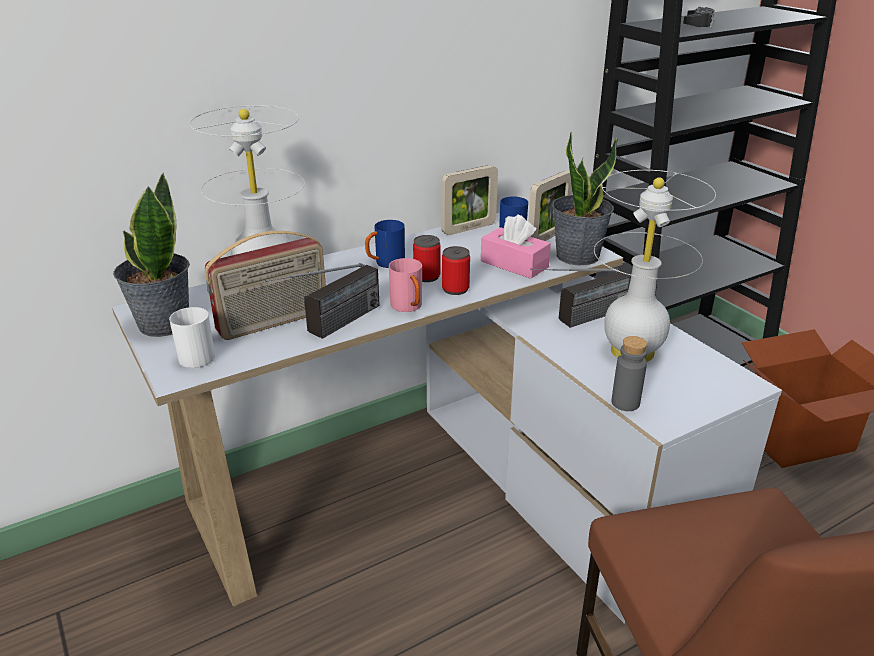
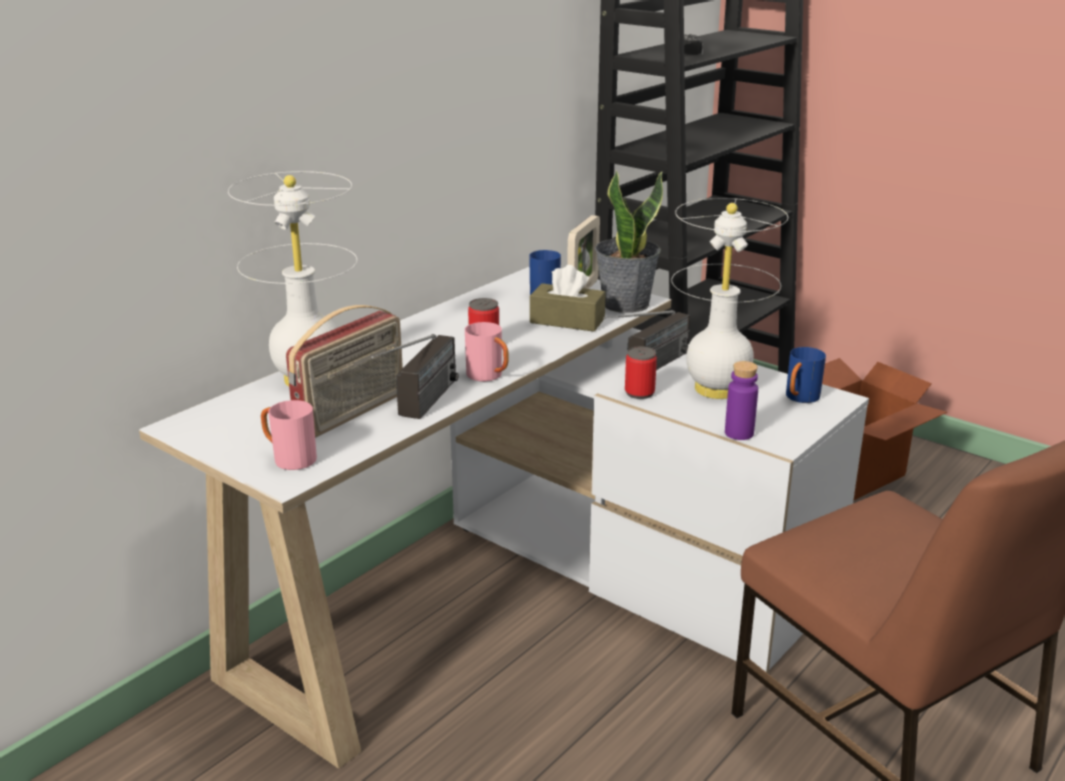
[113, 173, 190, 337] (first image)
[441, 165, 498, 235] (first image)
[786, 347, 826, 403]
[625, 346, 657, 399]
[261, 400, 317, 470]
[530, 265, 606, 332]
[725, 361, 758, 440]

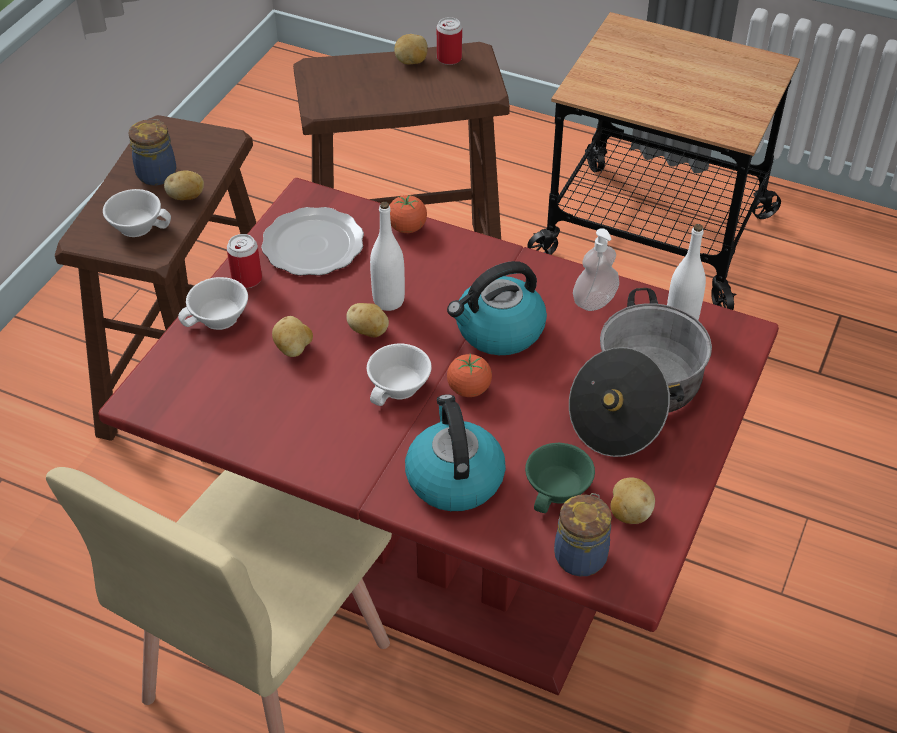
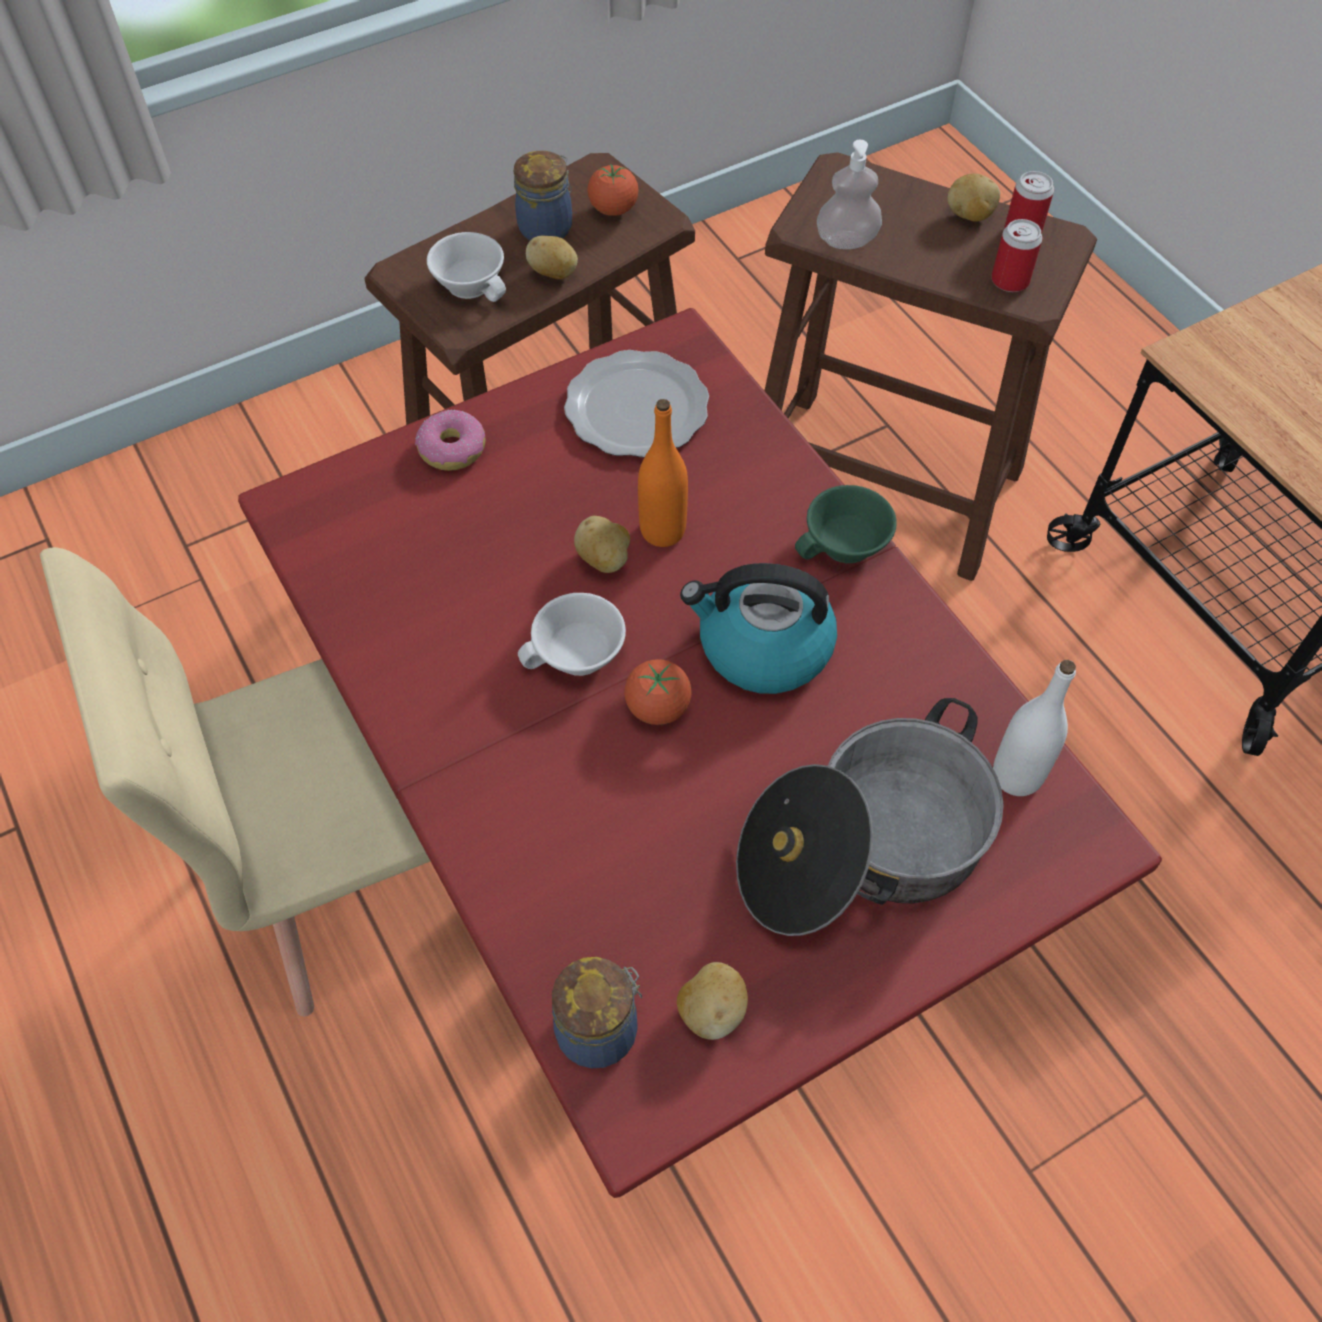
[272, 316, 313, 357] (first image)
[405, 394, 506, 511] (first image)
[991, 219, 1042, 292]
[587, 164, 639, 216]
[795, 485, 897, 563]
[817, 140, 882, 249]
[415, 410, 486, 471]
[638, 399, 688, 547]

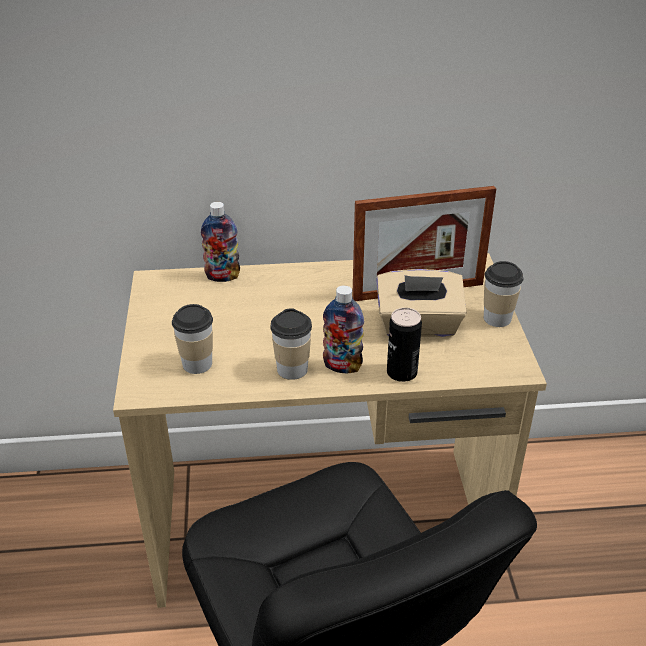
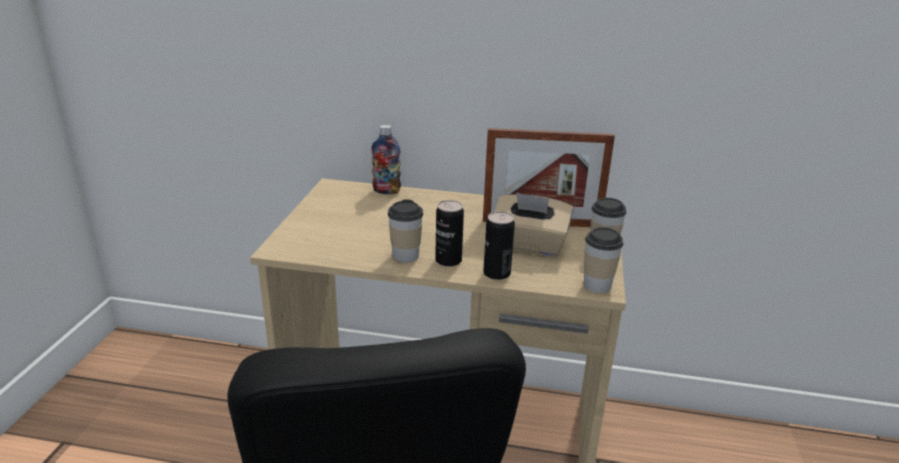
[584, 227, 623, 293]
[435, 200, 464, 267]

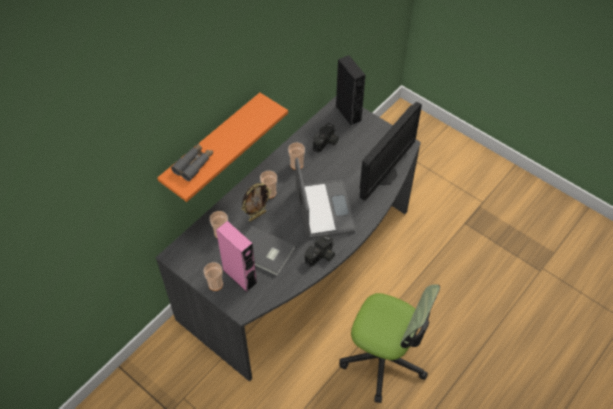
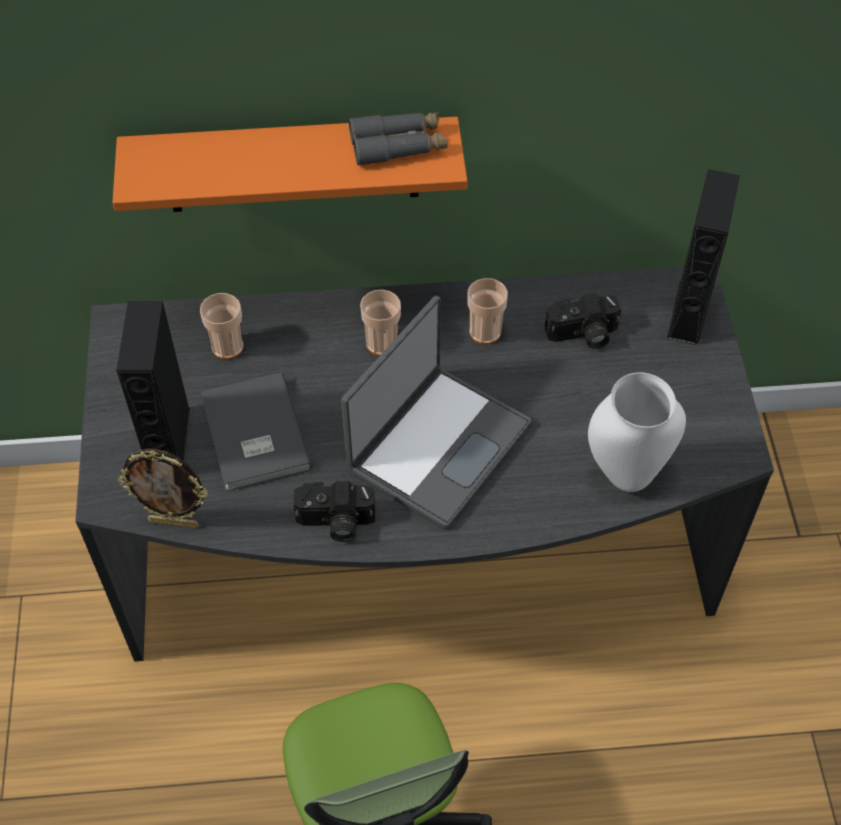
[204, 262, 223, 291] (first image)
[349, 112, 448, 166]
[117, 448, 208, 528]
[588, 372, 686, 492]
[116, 301, 190, 461]

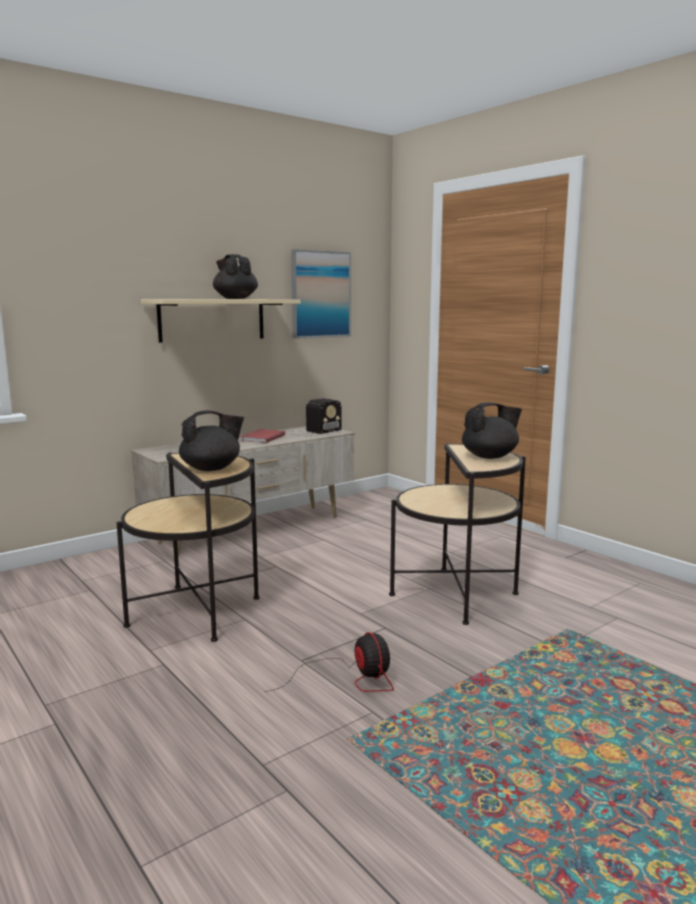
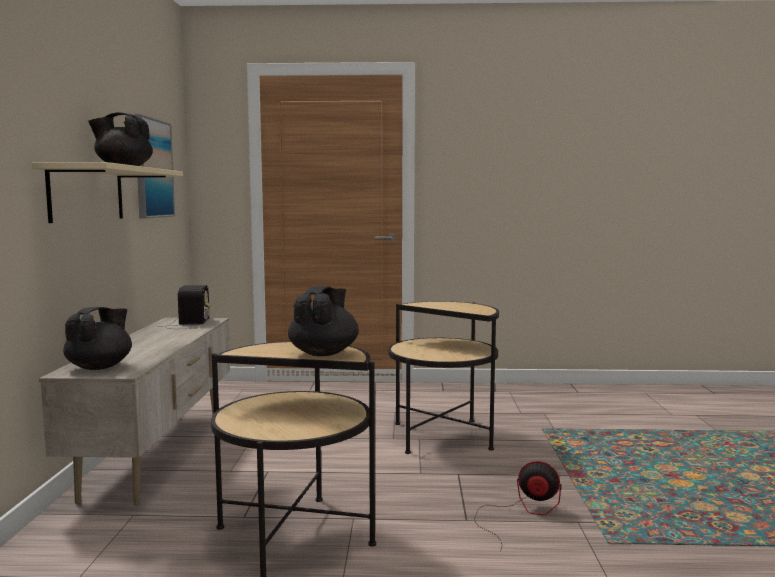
[239, 429, 285, 443] (first image)
[63, 307, 132, 370]

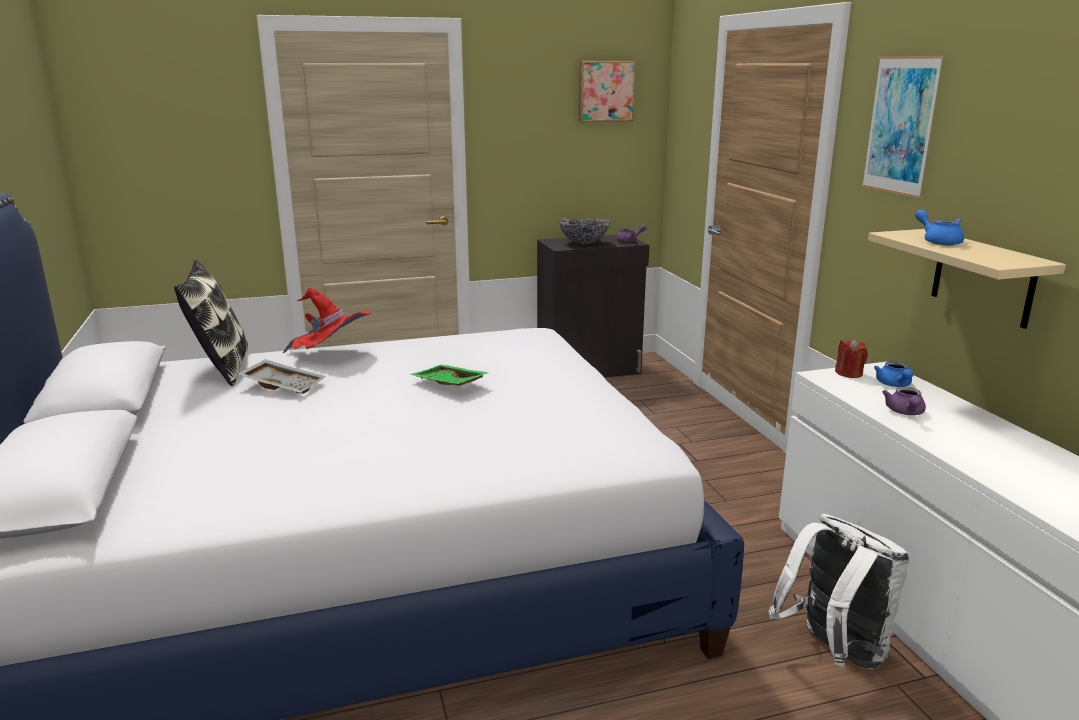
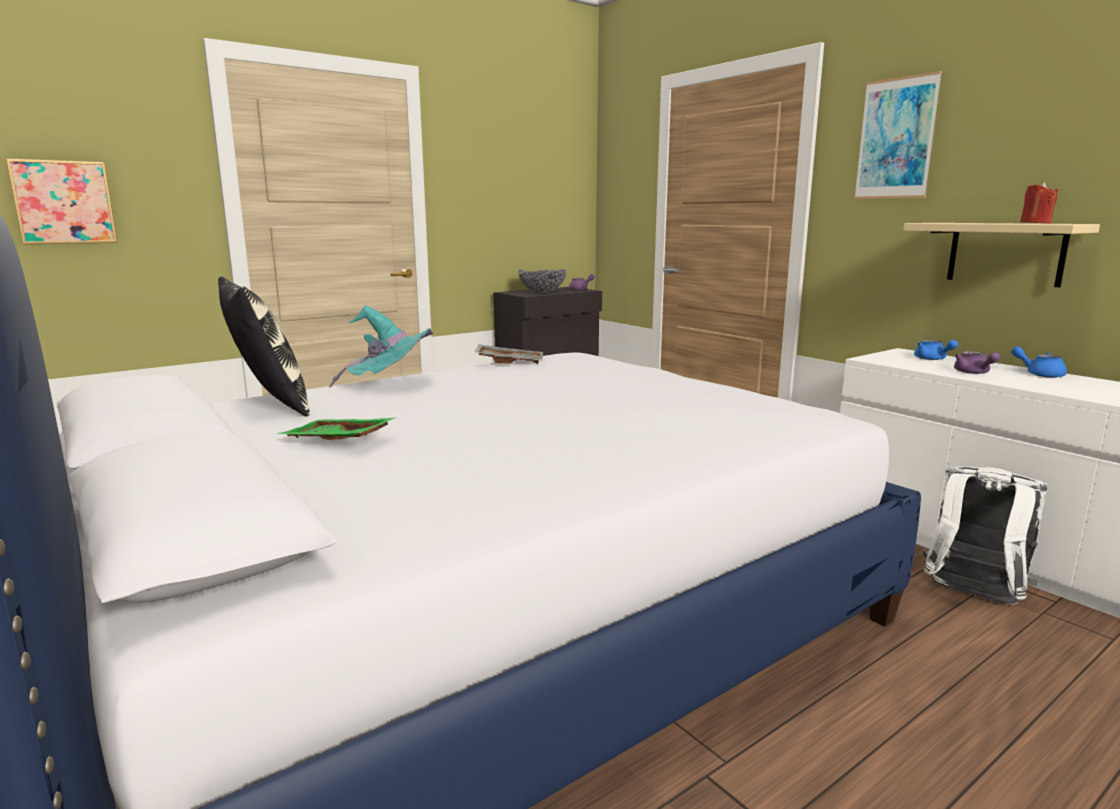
[474, 344, 543, 364]
[277, 418, 395, 440]
[6, 158, 117, 245]
[1020, 182, 1058, 223]
[1011, 346, 1067, 378]
[329, 305, 433, 387]

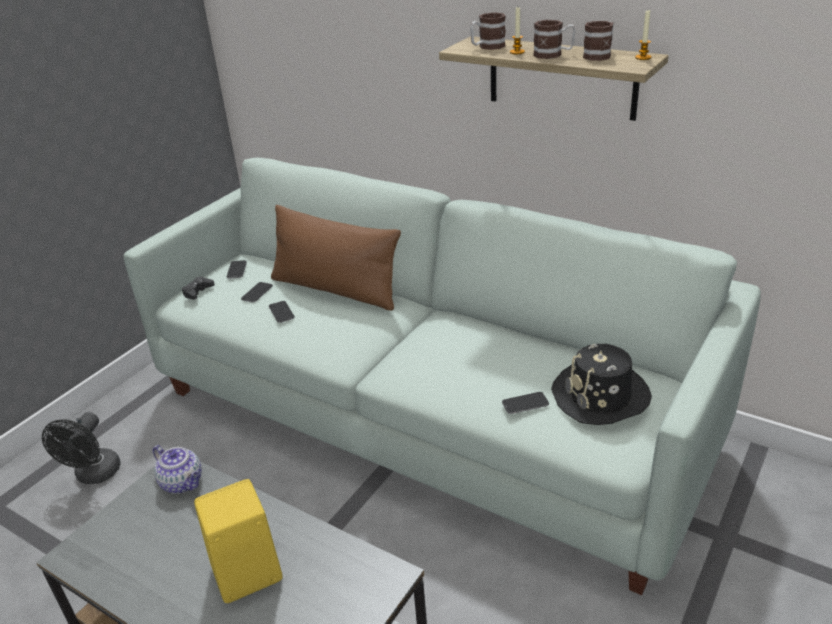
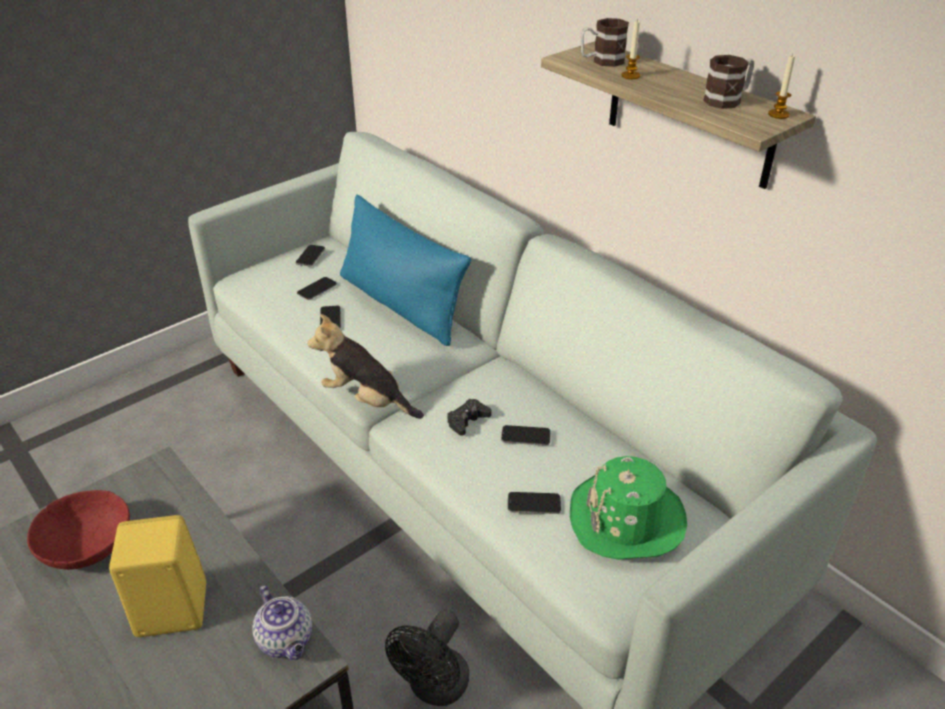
[533, 20, 576, 59] (first image)
[27, 490, 130, 570]
[307, 314, 424, 419]
[501, 425, 550, 446]
[385, 609, 469, 706]
[252, 585, 312, 660]
[447, 399, 492, 436]
[340, 195, 471, 346]
[570, 456, 687, 560]

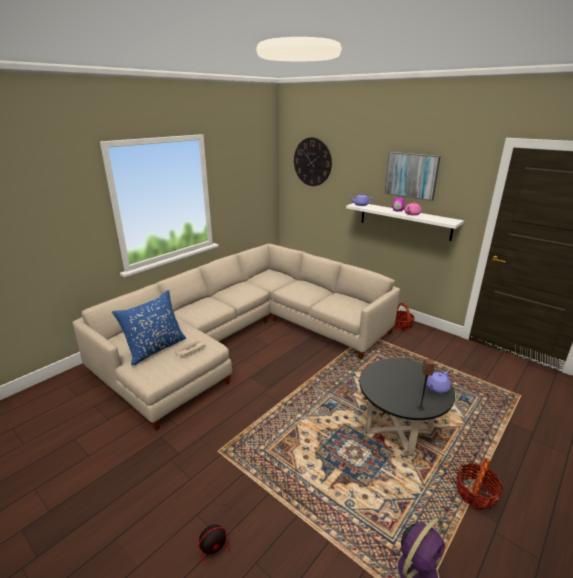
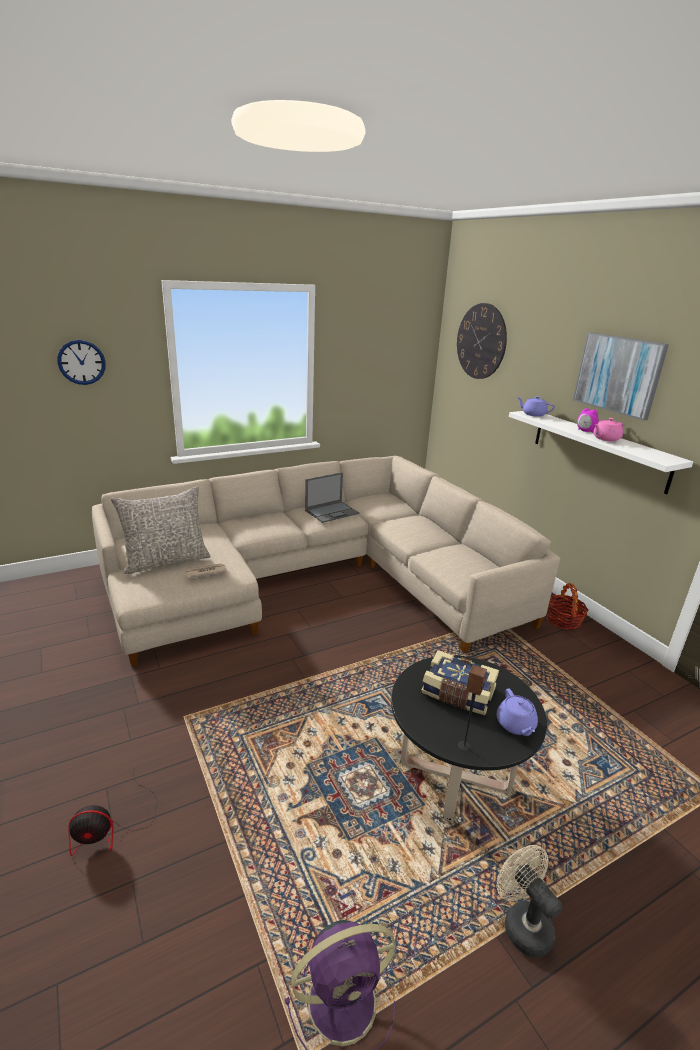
[57, 340, 106, 385]
[305, 472, 359, 523]
[421, 650, 499, 715]
[496, 845, 562, 957]
[111, 486, 211, 574]
[497, 689, 538, 736]

